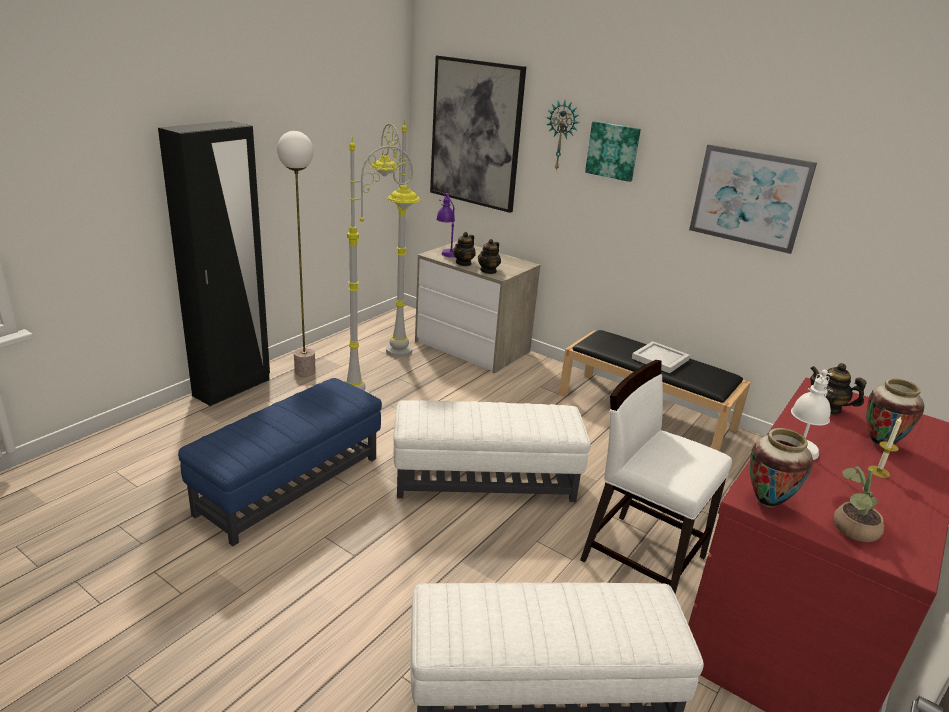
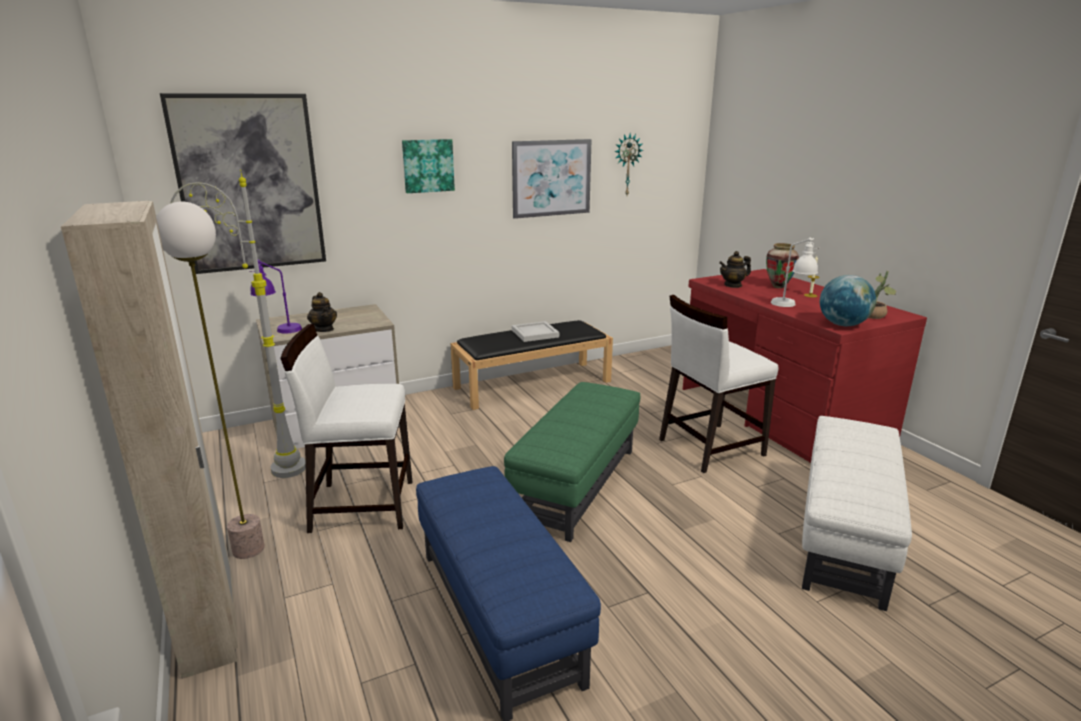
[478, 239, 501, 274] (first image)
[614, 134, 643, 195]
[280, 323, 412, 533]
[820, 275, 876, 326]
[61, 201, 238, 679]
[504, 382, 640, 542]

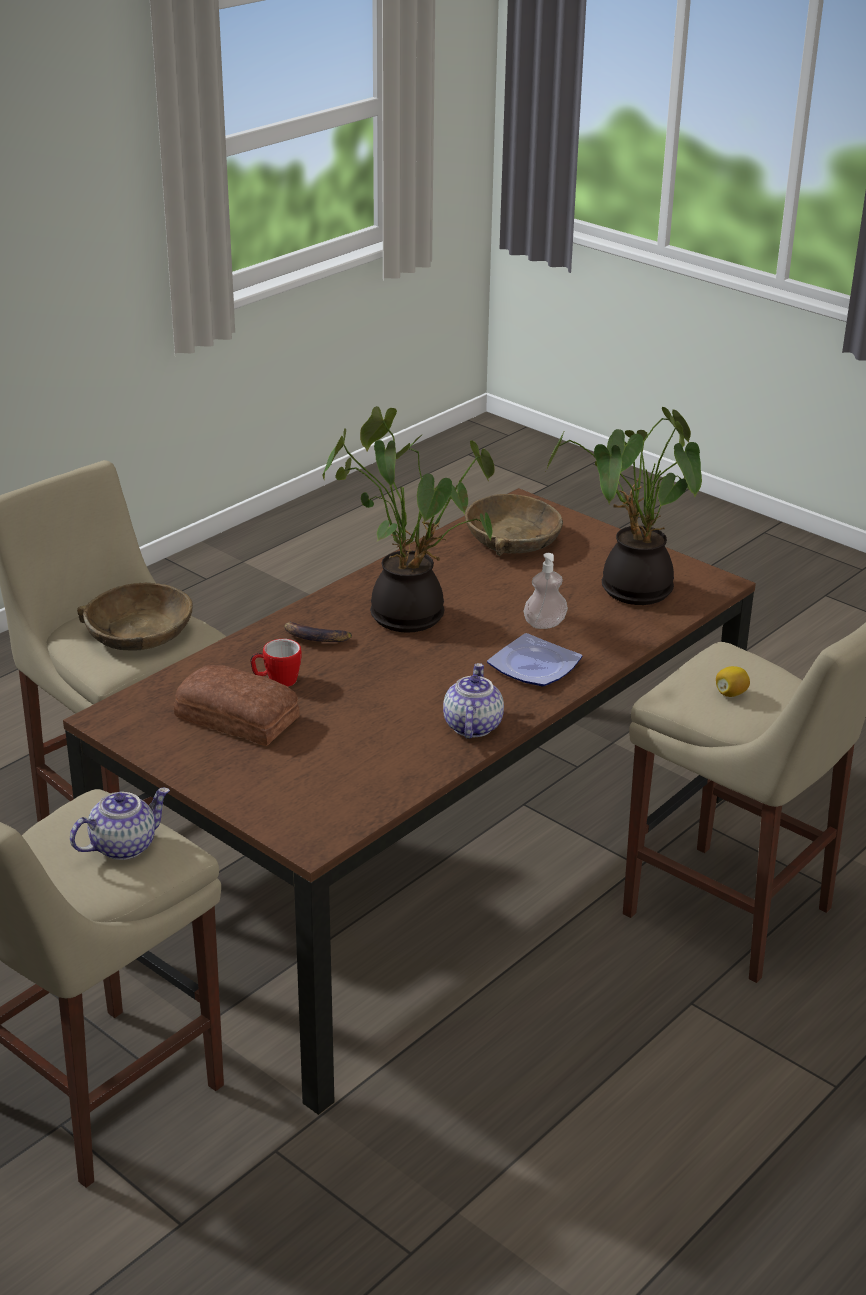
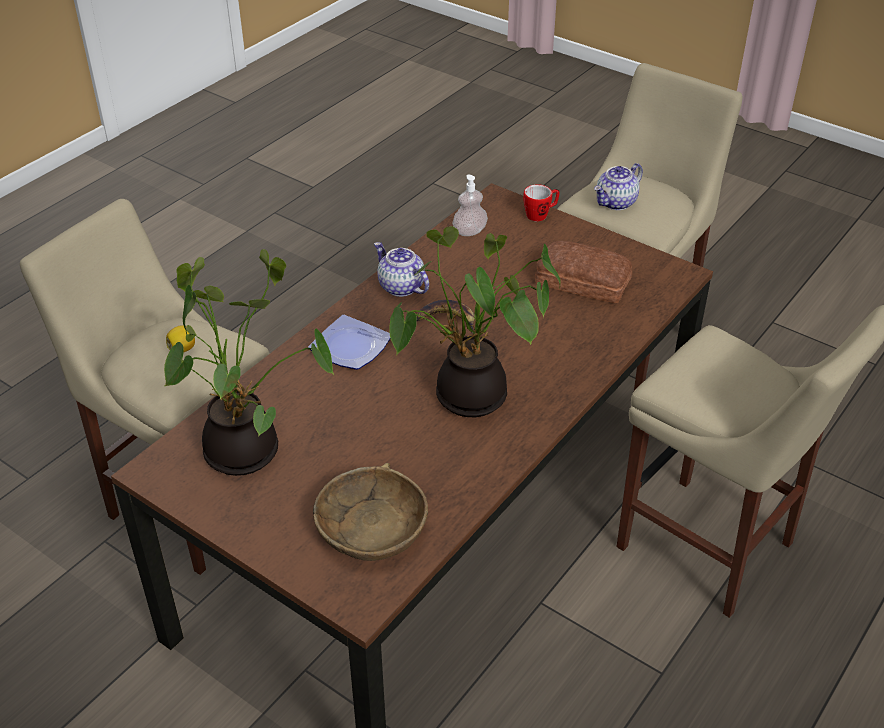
[77, 583, 193, 650] (first image)
[523, 184, 559, 221]
[416, 300, 475, 334]
[453, 174, 488, 236]
[374, 242, 429, 297]

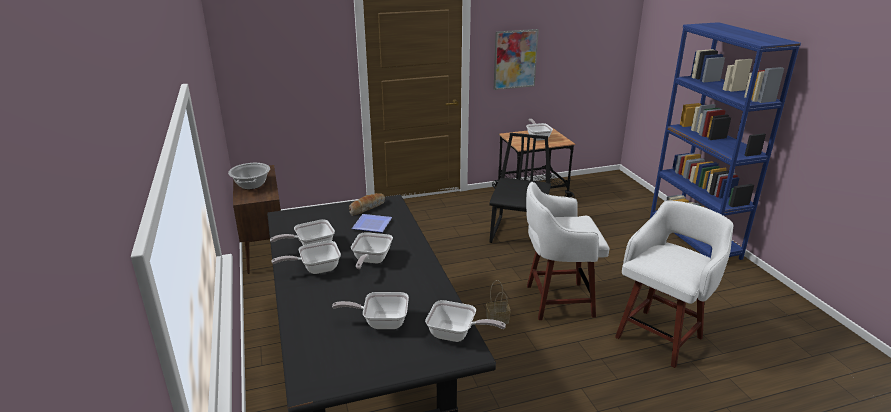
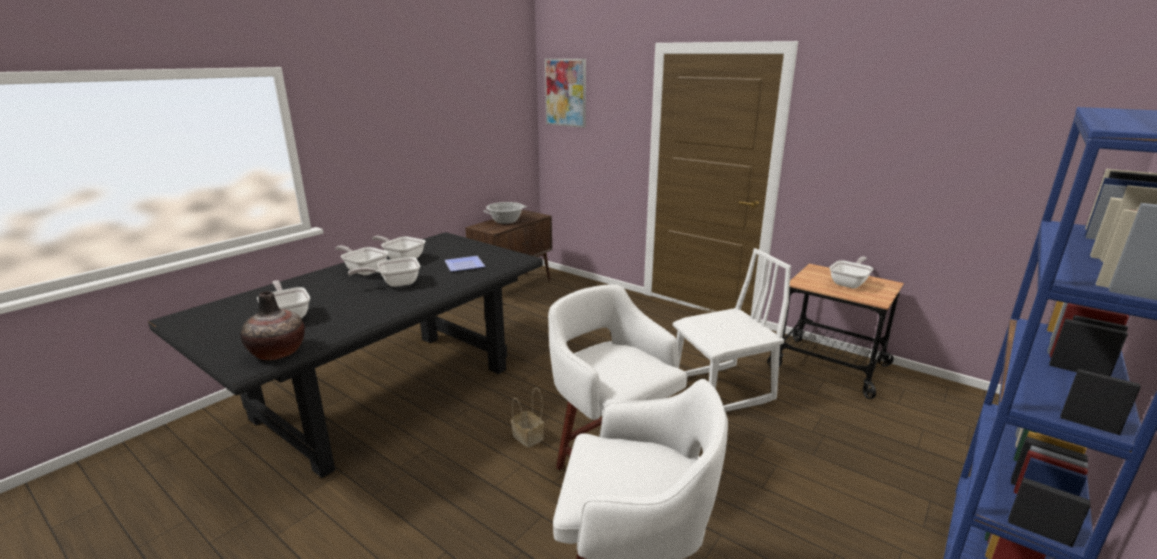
[349, 193, 385, 216] (first image)
[545, 59, 586, 128]
[240, 291, 305, 360]
[673, 248, 791, 412]

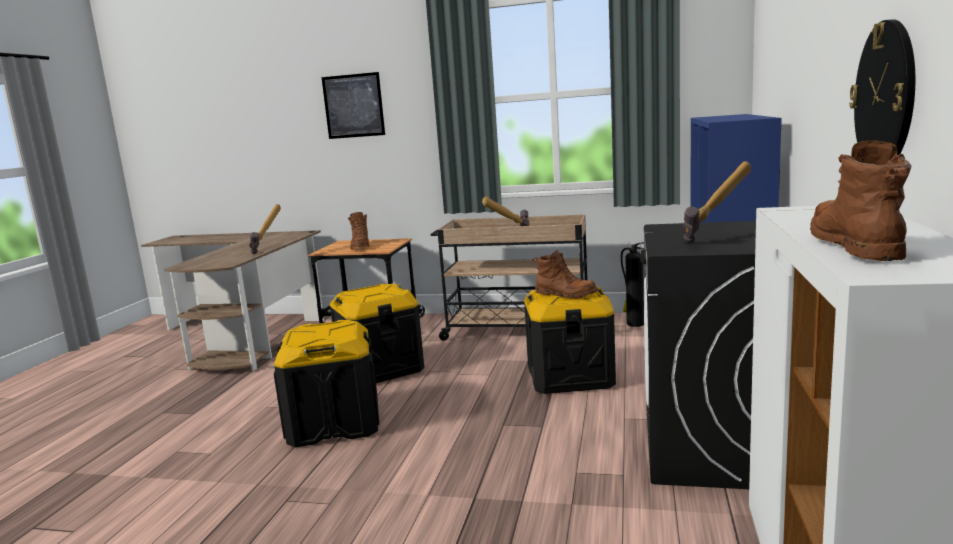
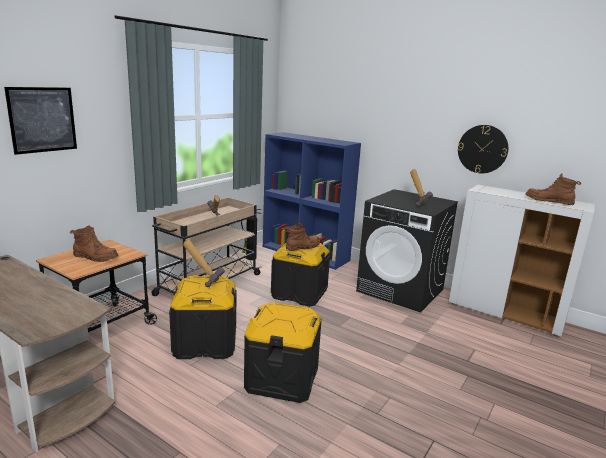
[183, 239, 225, 287]

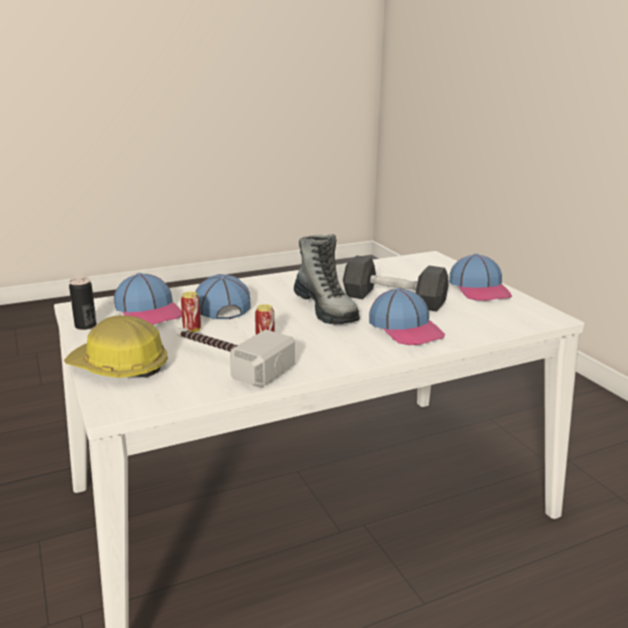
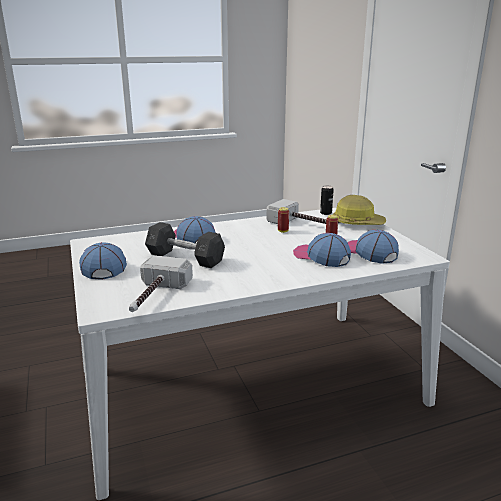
[294, 234, 360, 325] (first image)
[129, 255, 193, 312]
[320, 186, 334, 215]
[293, 233, 351, 267]

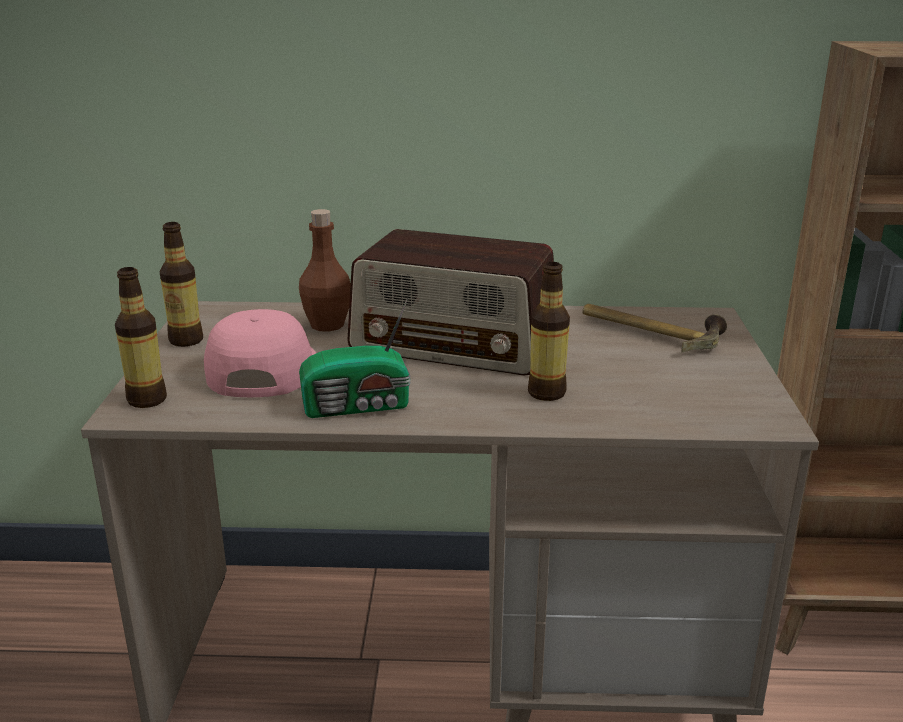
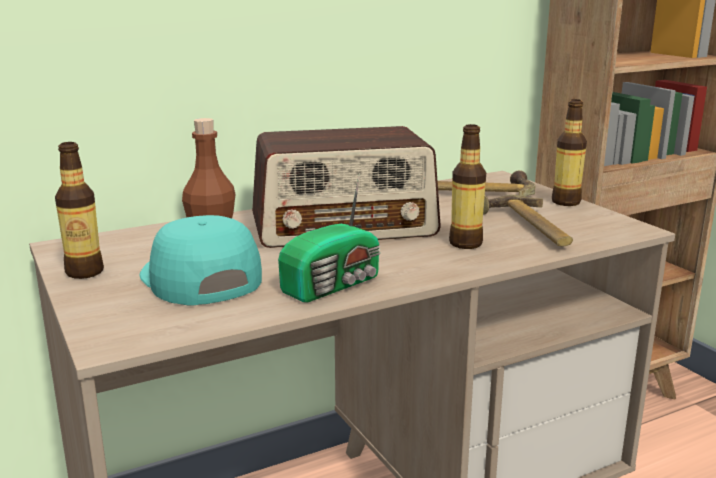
[483, 195, 573, 247]
[552, 99, 587, 206]
[140, 215, 262, 305]

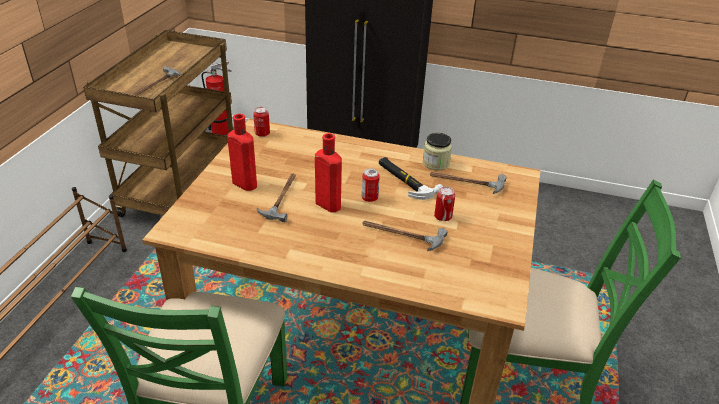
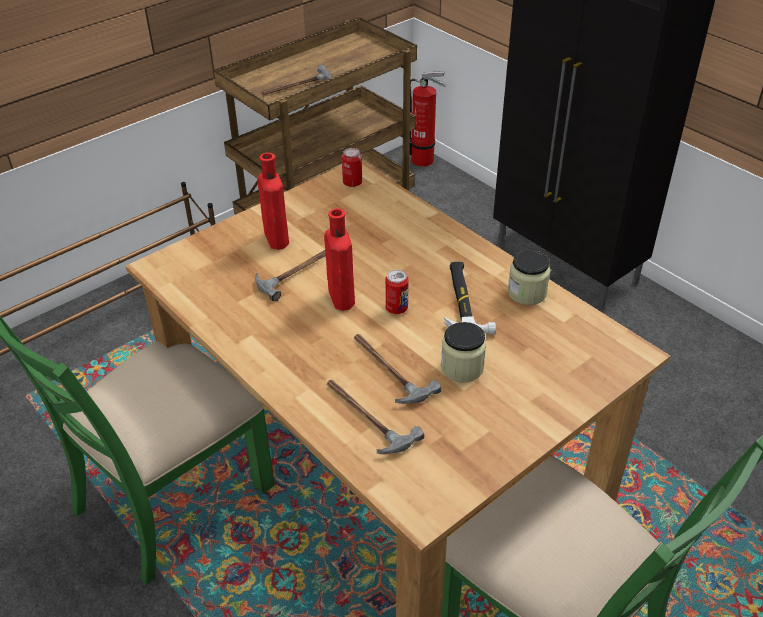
[327, 380, 424, 454]
[441, 322, 486, 382]

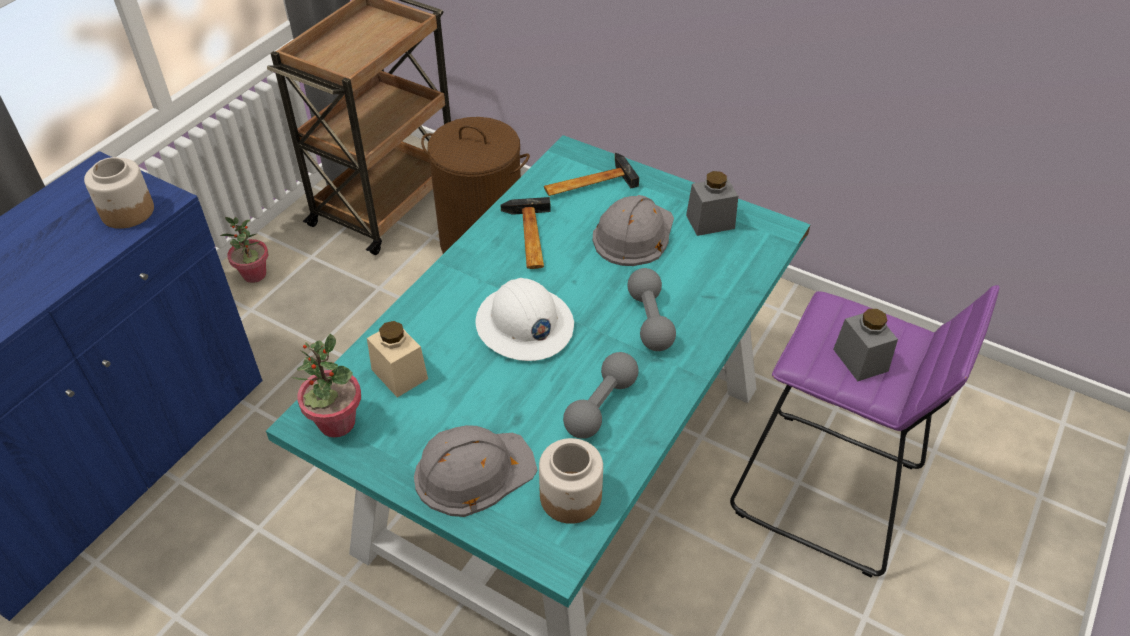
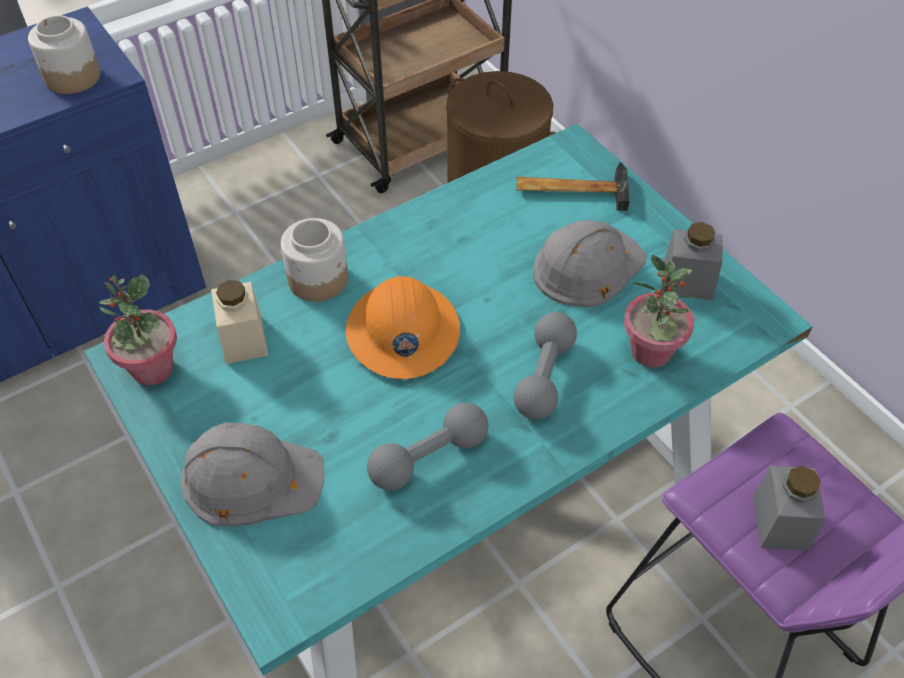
[501, 197, 550, 269] (first image)
[624, 255, 694, 368]
[281, 218, 348, 302]
[346, 276, 460, 379]

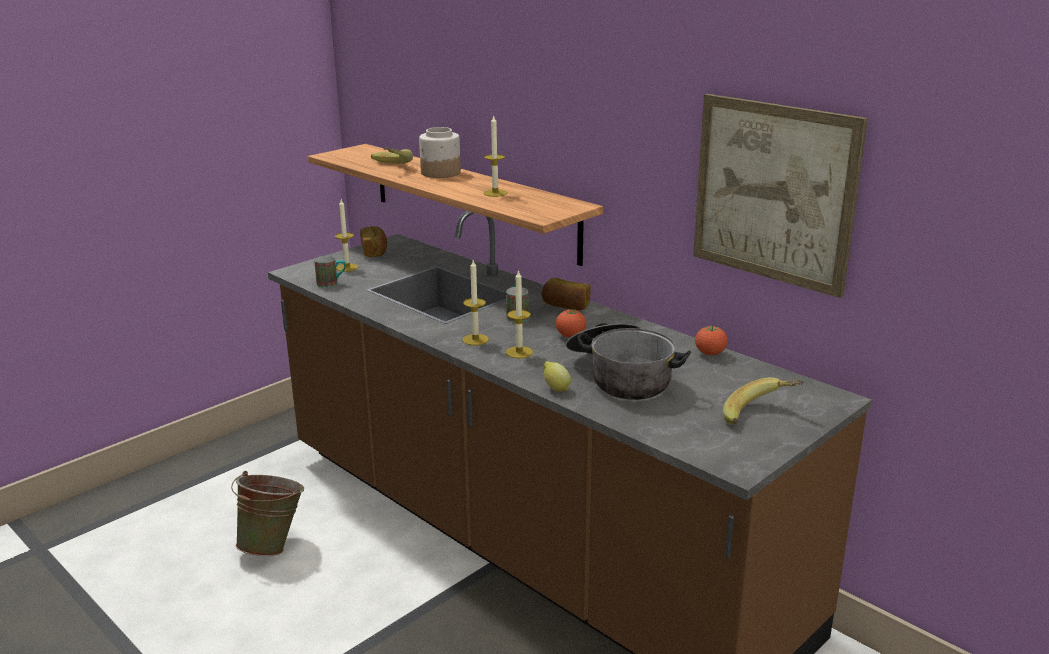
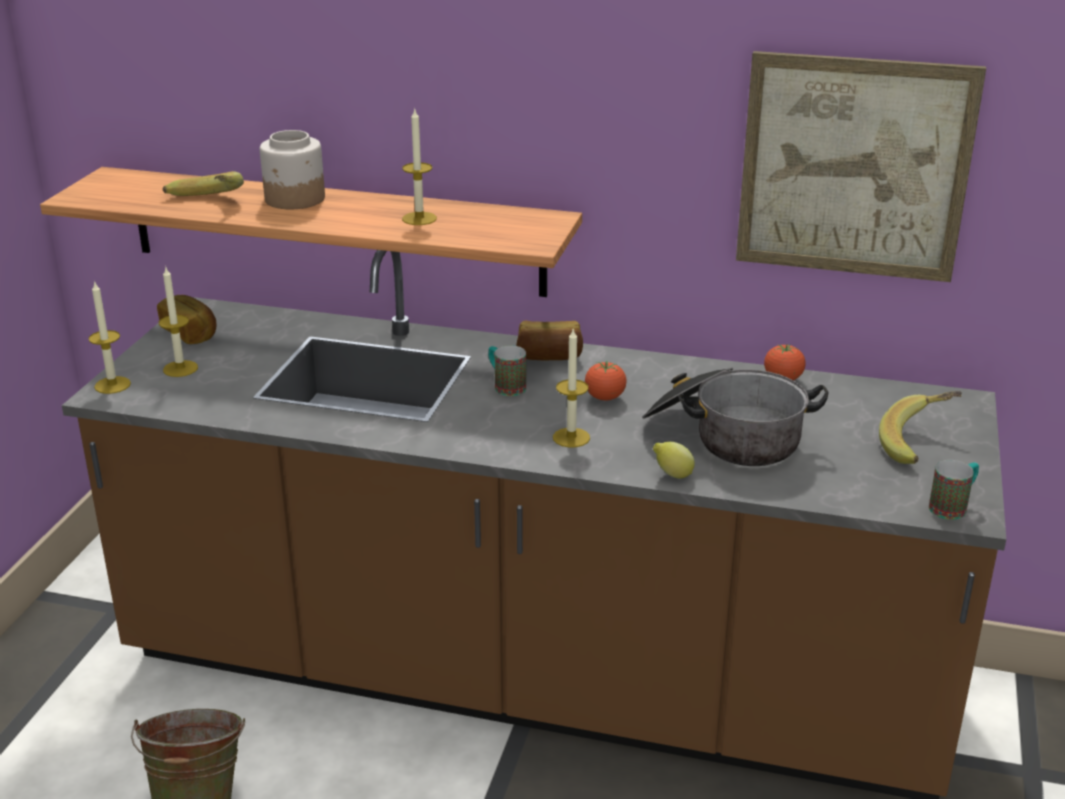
[929, 460, 979, 520]
[88, 280, 131, 394]

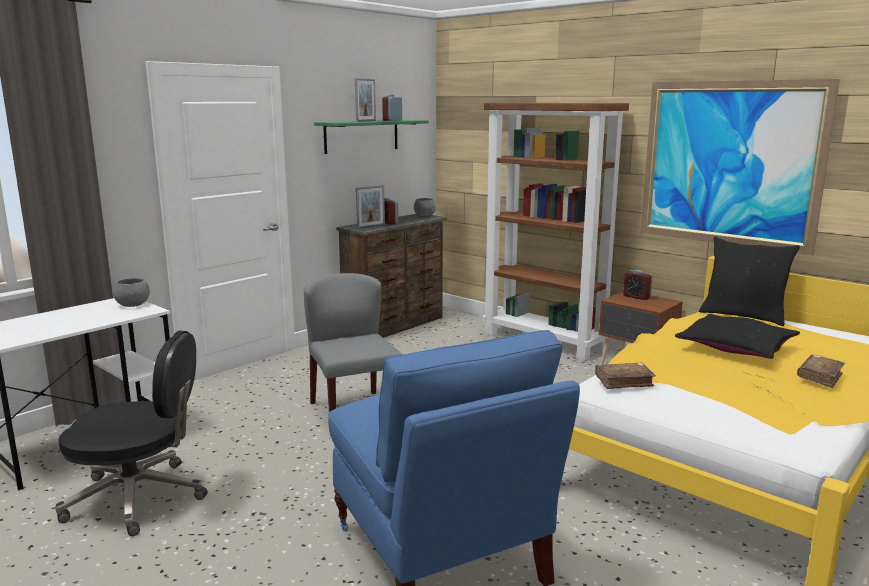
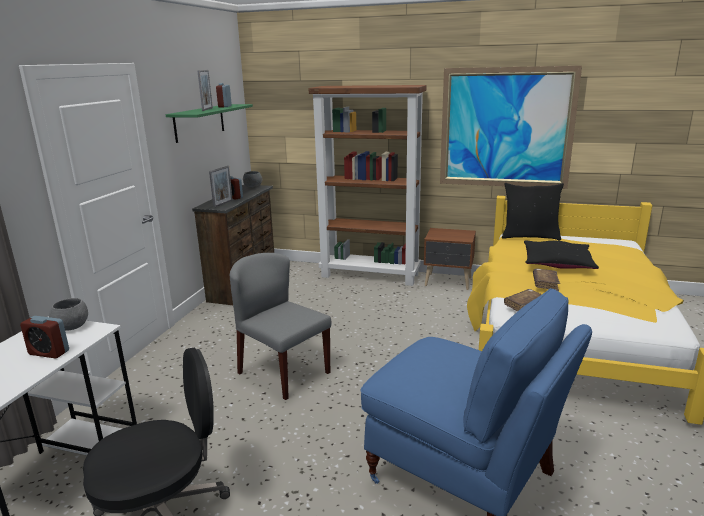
[20, 316, 69, 358]
[533, 269, 560, 291]

